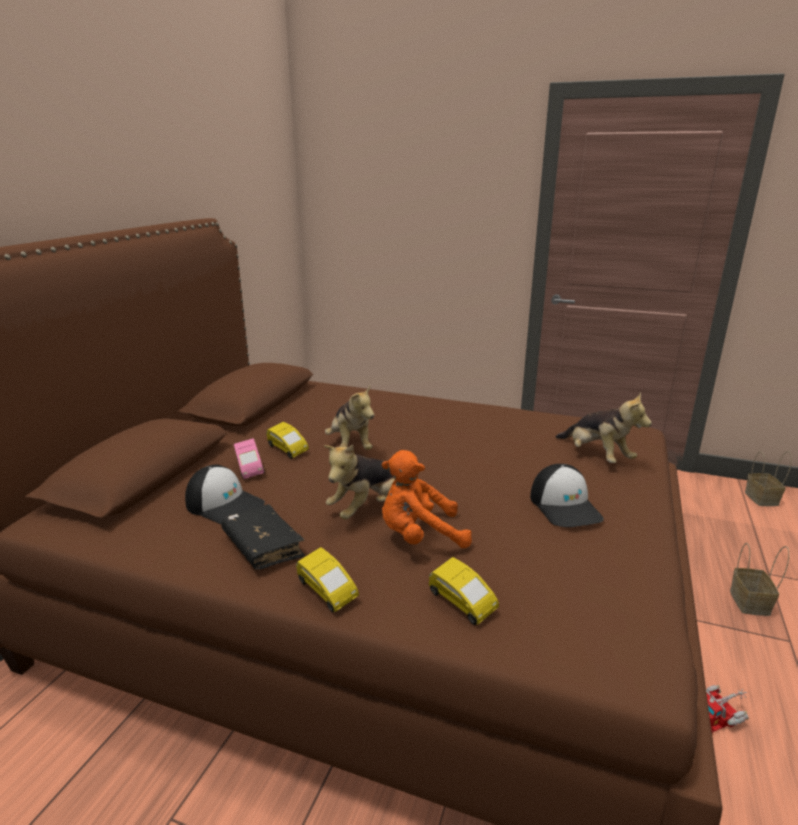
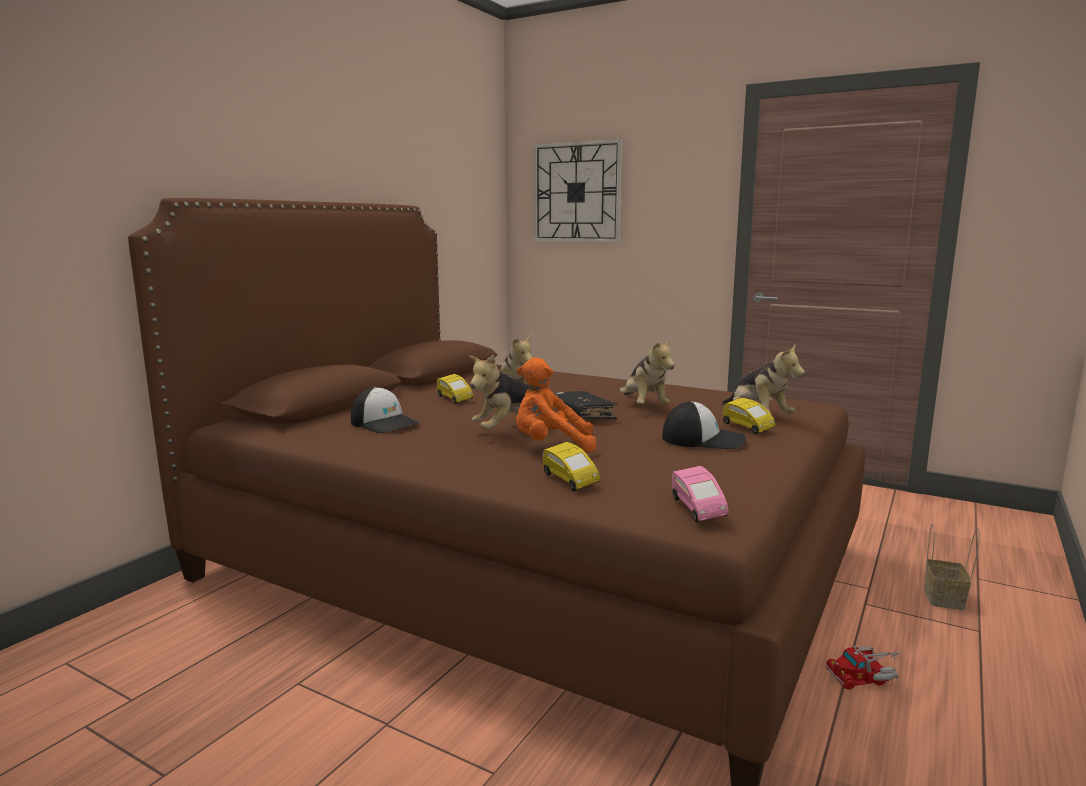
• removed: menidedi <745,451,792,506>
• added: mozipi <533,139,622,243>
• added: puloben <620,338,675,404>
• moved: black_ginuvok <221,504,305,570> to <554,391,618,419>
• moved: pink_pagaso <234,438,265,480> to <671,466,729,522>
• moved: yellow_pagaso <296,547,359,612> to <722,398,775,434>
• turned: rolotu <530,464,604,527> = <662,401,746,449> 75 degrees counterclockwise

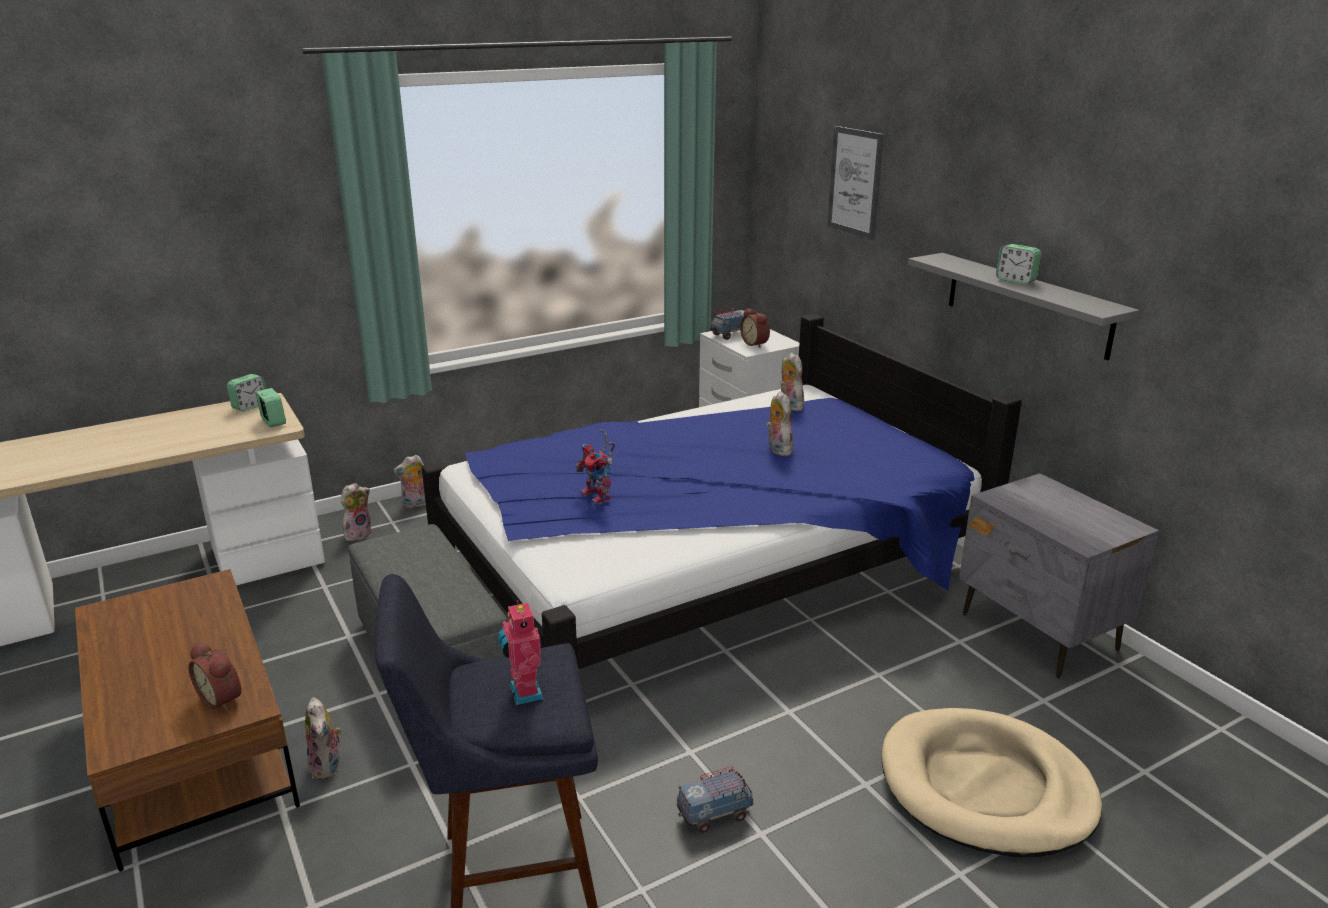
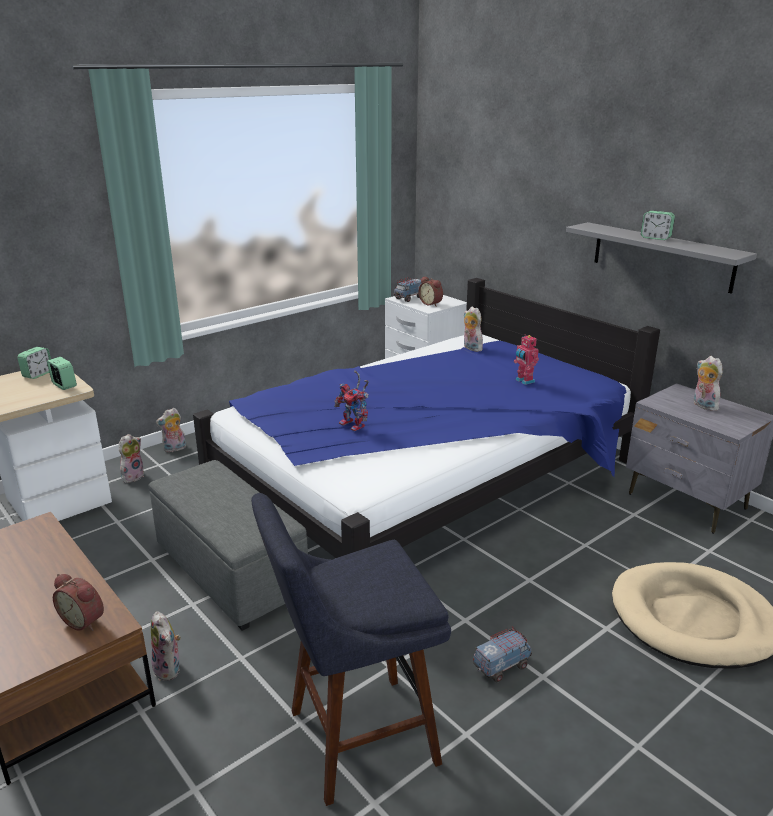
• removed: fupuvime <827,126,884,240>
• moved: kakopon <498,600,544,705> to <514,334,539,385>
• moved: puloben <766,391,794,456> to <694,356,722,411>

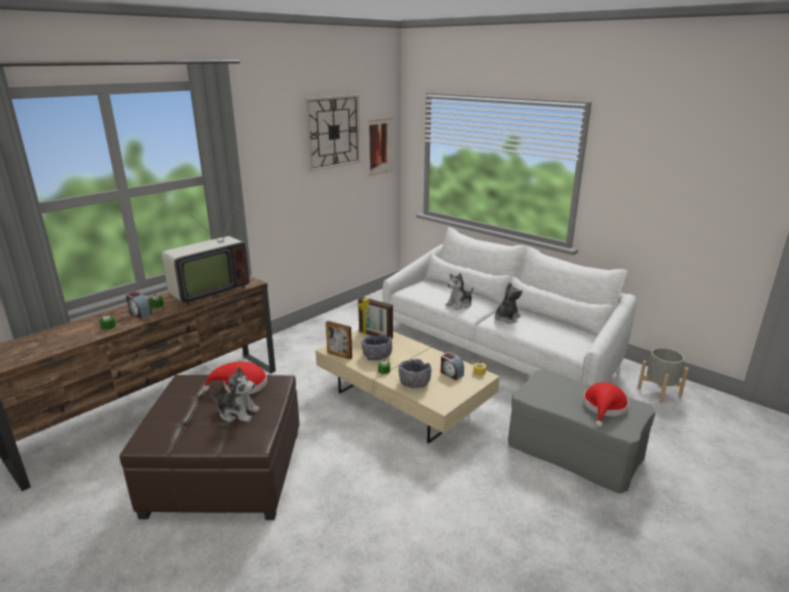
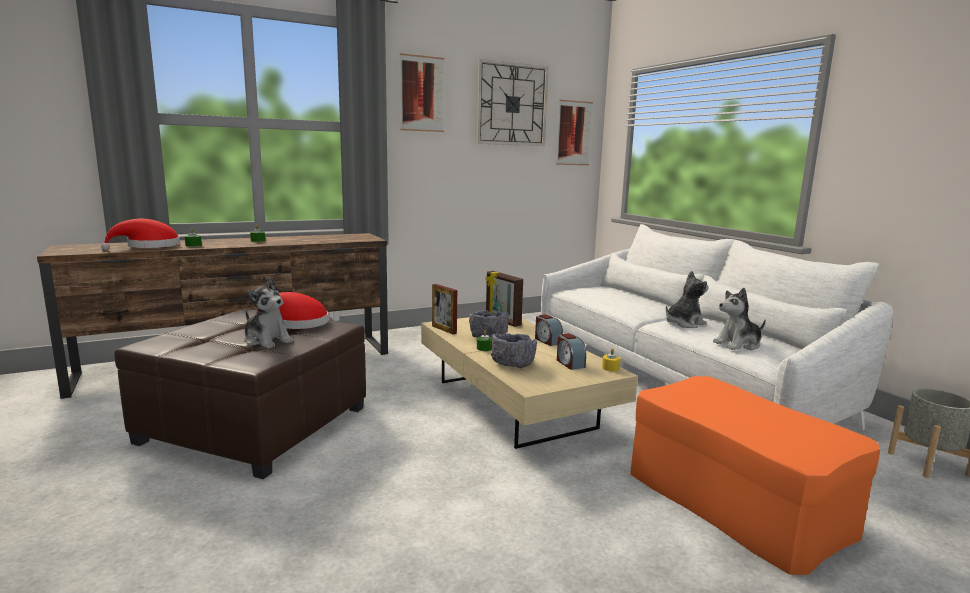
• removed: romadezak <162,203,249,306>
• added: fupuvime <400,53,445,132>
• moved: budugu <126,292,152,319> to <535,314,563,346>
• moved: puloben <445,273,473,311> to <713,288,766,350>
• moved: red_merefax <583,382,629,427> to <101,219,180,250>
• recoloured: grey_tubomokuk <508,369,655,494> to orange_tubomokuk <630,376,880,575>

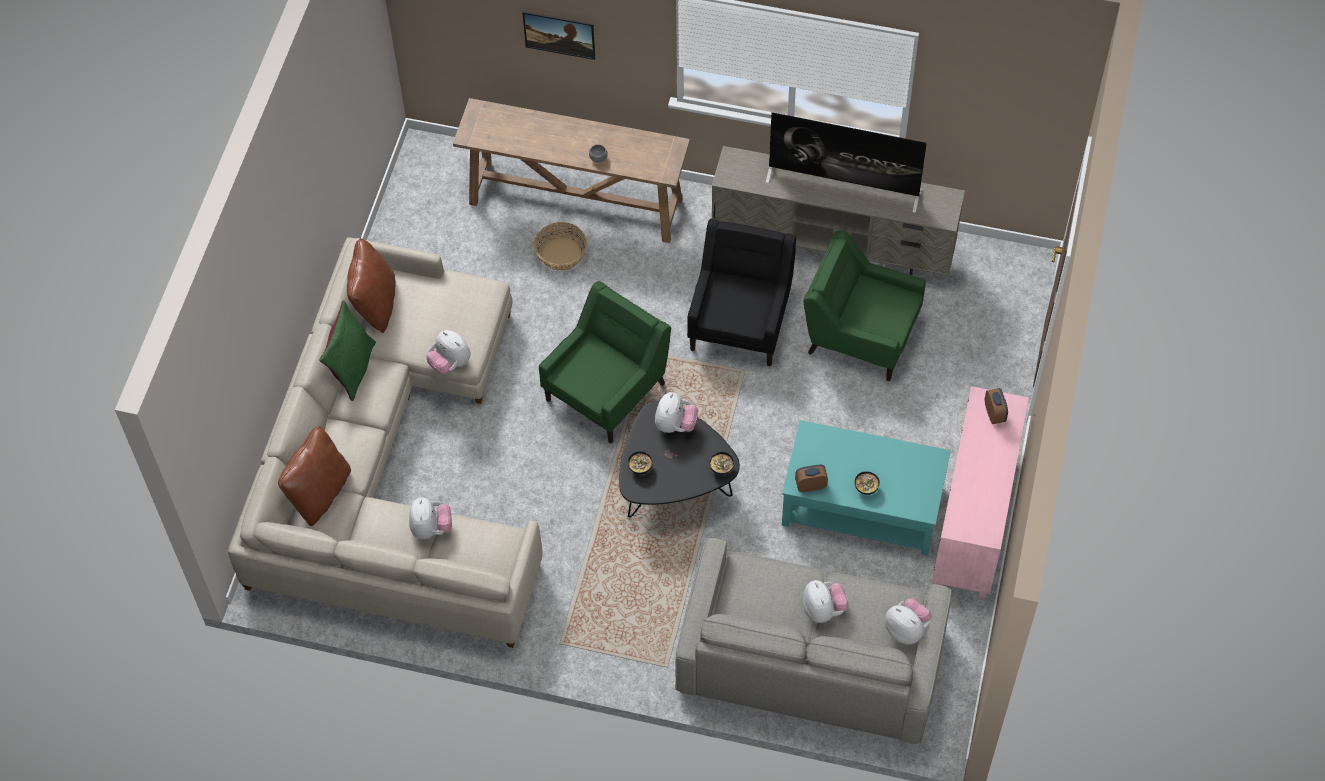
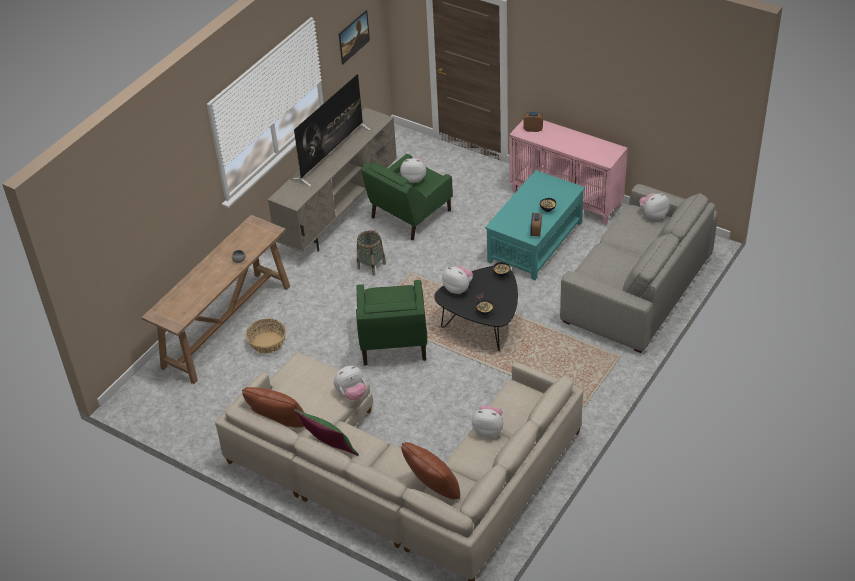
• moved: fupuvime <522,11,595,60> to <339,10,370,64>
• moved: puloben <803,580,849,623> to <400,158,426,183>
• replaced: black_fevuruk <687,219,796,366> to menidedi <357,230,386,276>
• turned: green_fevuruk <539,281,671,443> = <356,280,427,366> 150 degrees counterclockwise

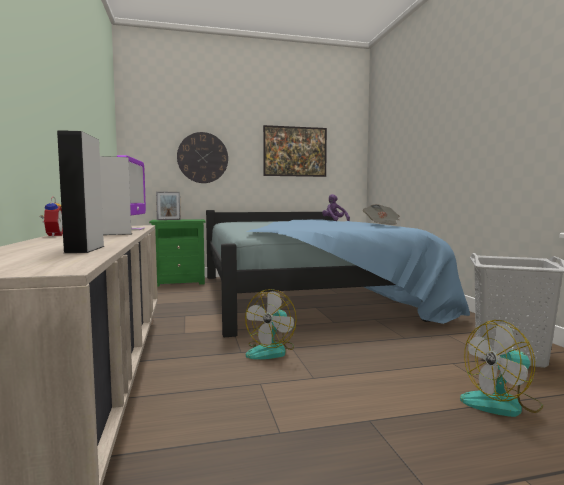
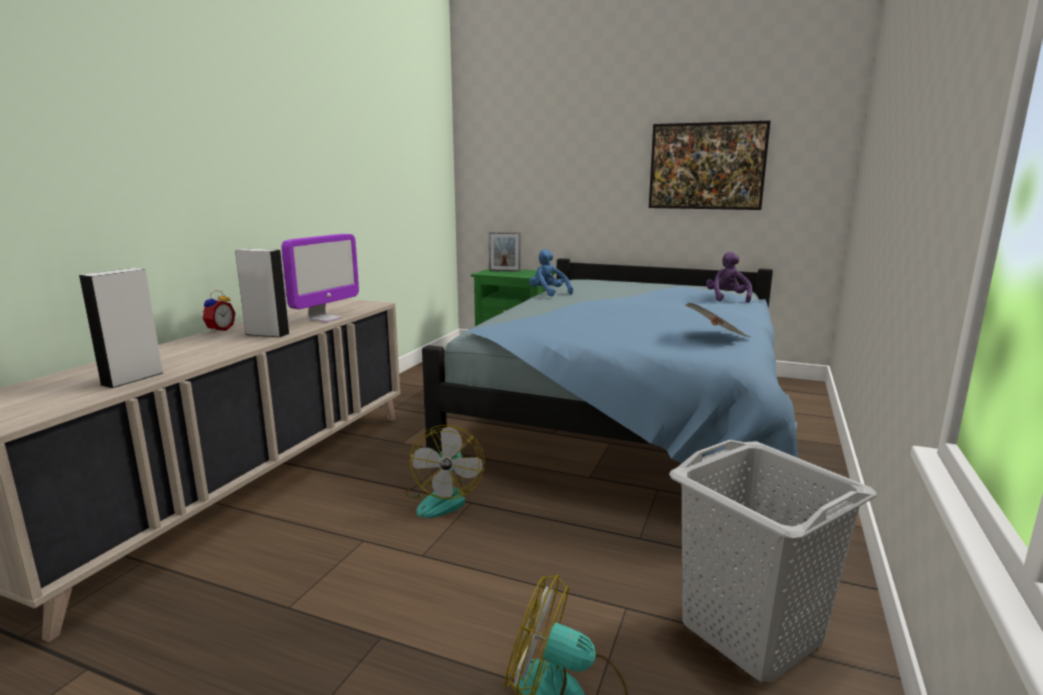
• removed: mozipi <177,132,228,183>
• added: blue_puloben <529,249,573,296>
• turned: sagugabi <245,289,297,359> = <405,425,485,518> 60 degrees counterclockwise

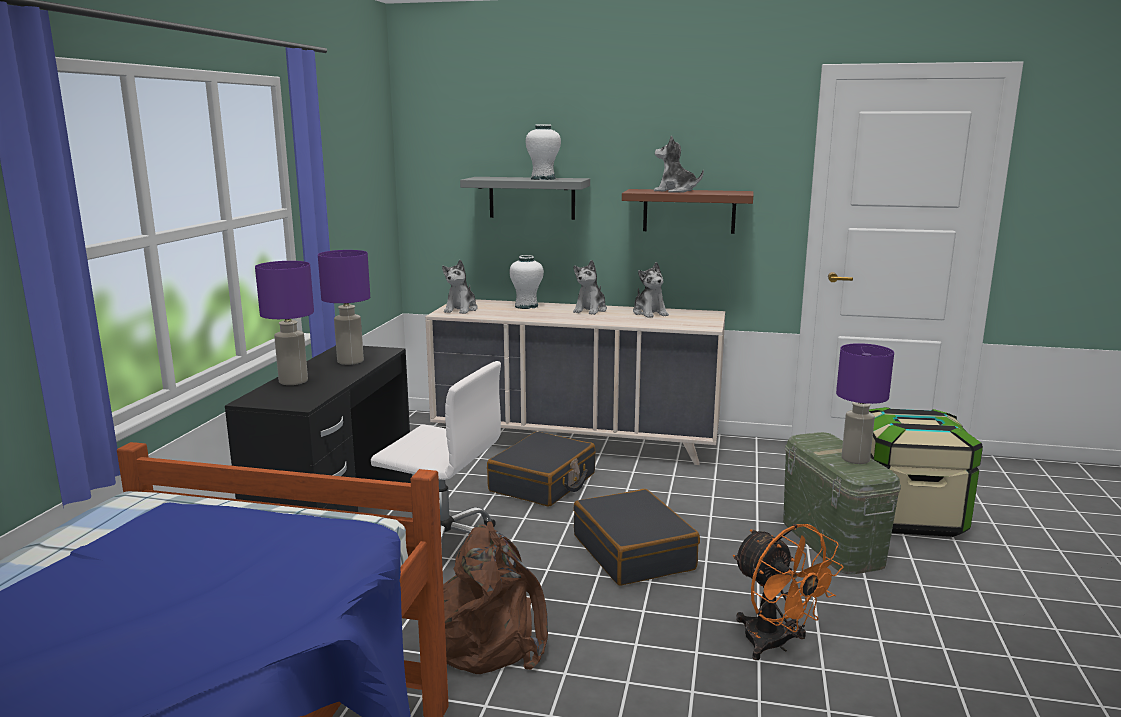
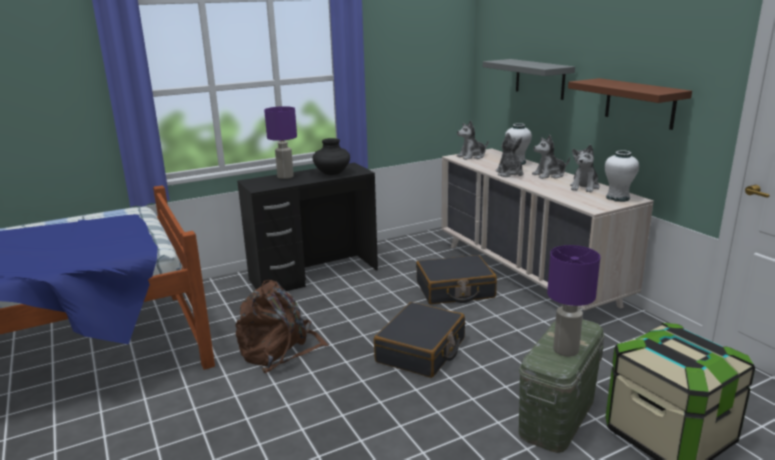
• removed: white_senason <371,361,510,559>
• removed: orange_sagugabi <733,524,844,660>
• moved: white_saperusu <526,124,561,180> to <604,150,639,202>
• moved: puloben <654,135,704,193> to <496,133,523,177>
• replaced: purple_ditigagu <318,250,370,365> to black_saperusu <313,138,350,175>

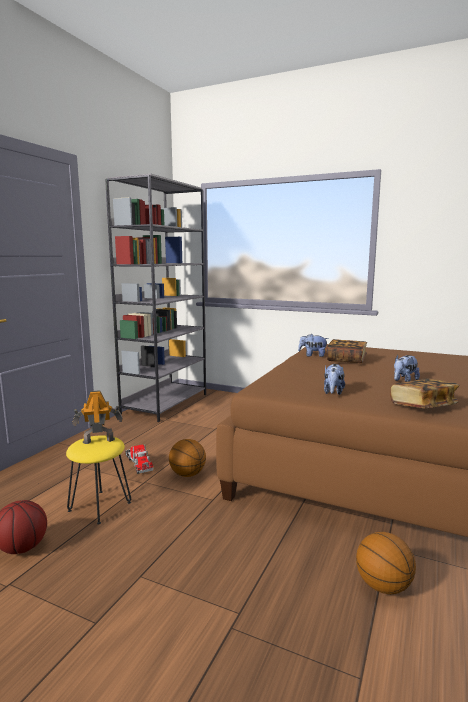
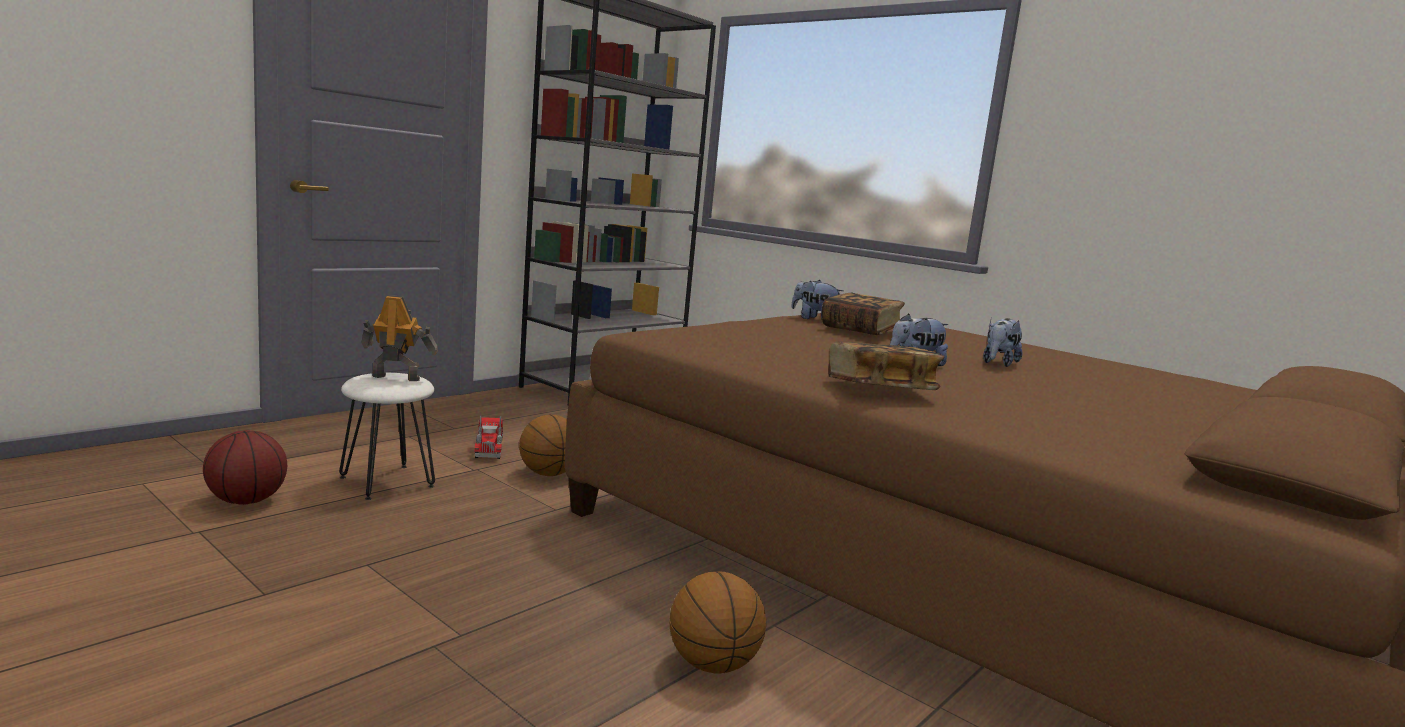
• moved: puloben <324,364,345,395> to <983,316,1022,367>
• recoloured: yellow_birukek <66,435,131,524> to white_birukek <339,373,435,500>

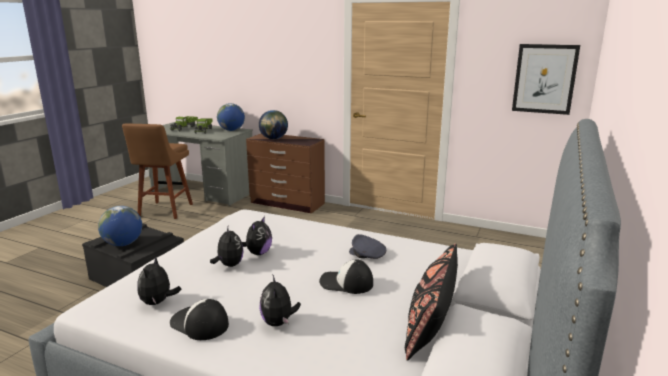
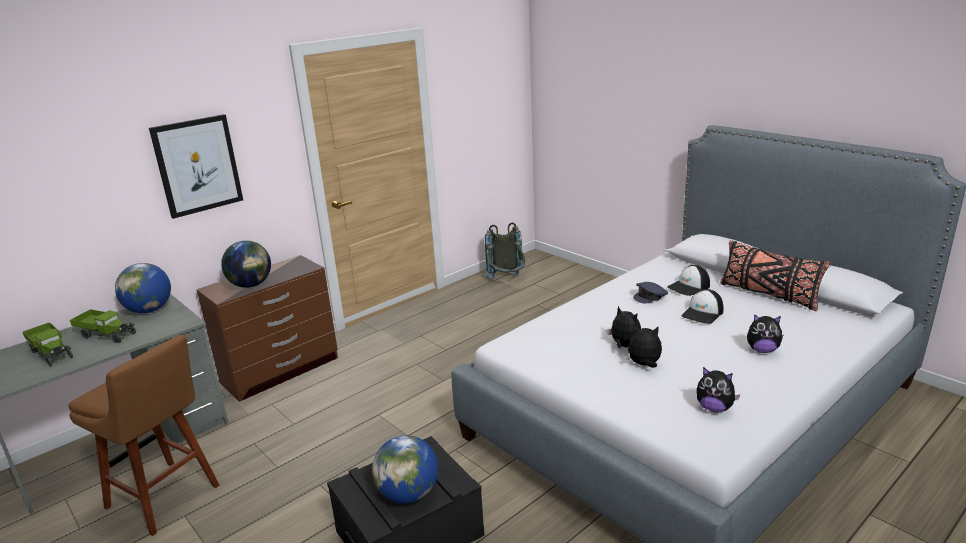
• added: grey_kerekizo <485,223,525,279>
• moved: rolotu <170,299,229,340> to <667,265,710,296>
• moved: fupuvime <512,44,580,115> to <149,114,243,219>

